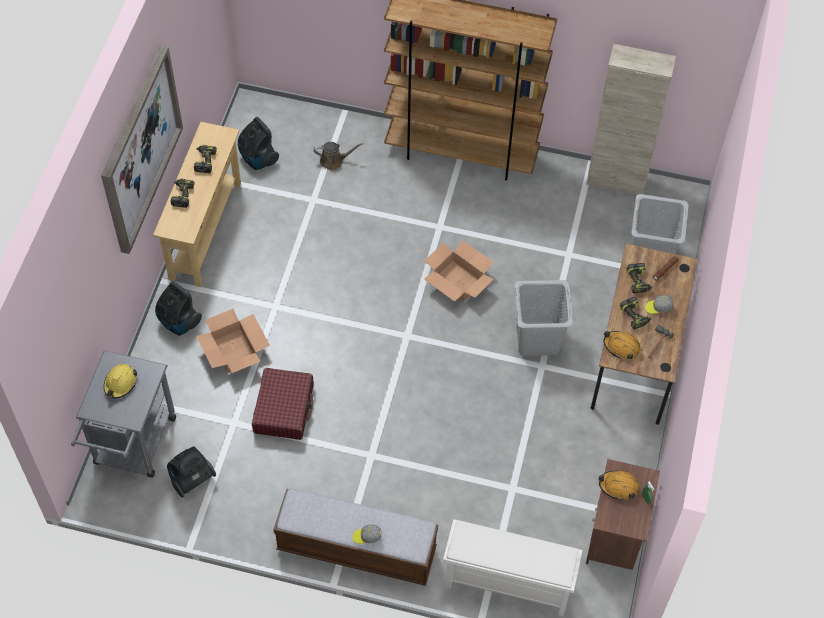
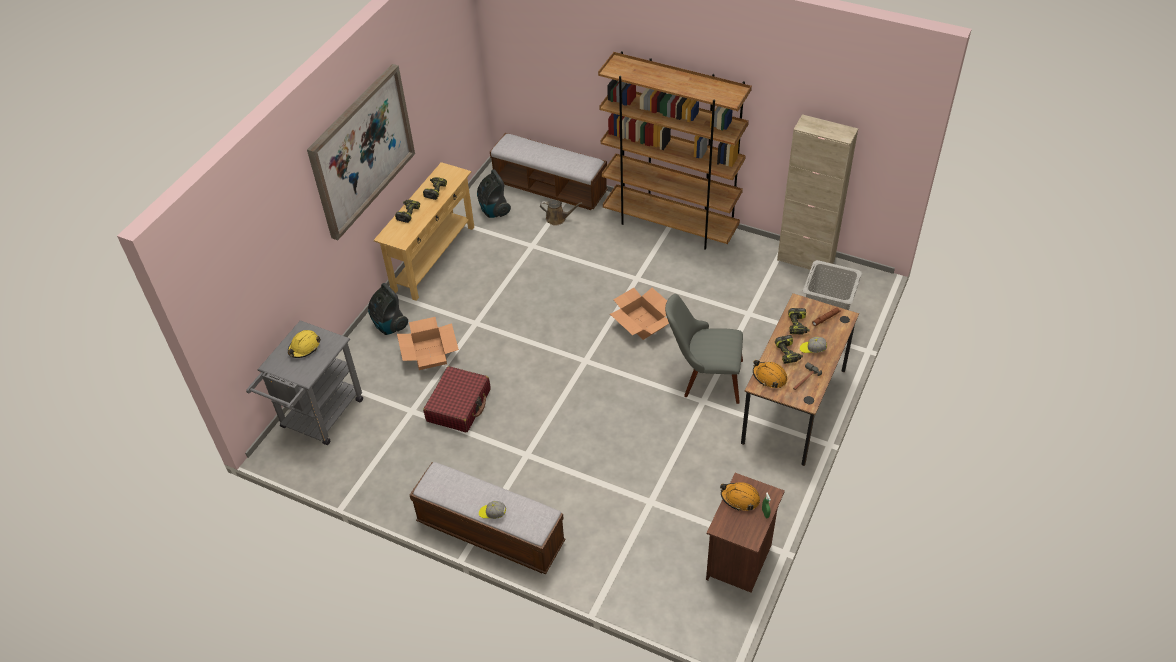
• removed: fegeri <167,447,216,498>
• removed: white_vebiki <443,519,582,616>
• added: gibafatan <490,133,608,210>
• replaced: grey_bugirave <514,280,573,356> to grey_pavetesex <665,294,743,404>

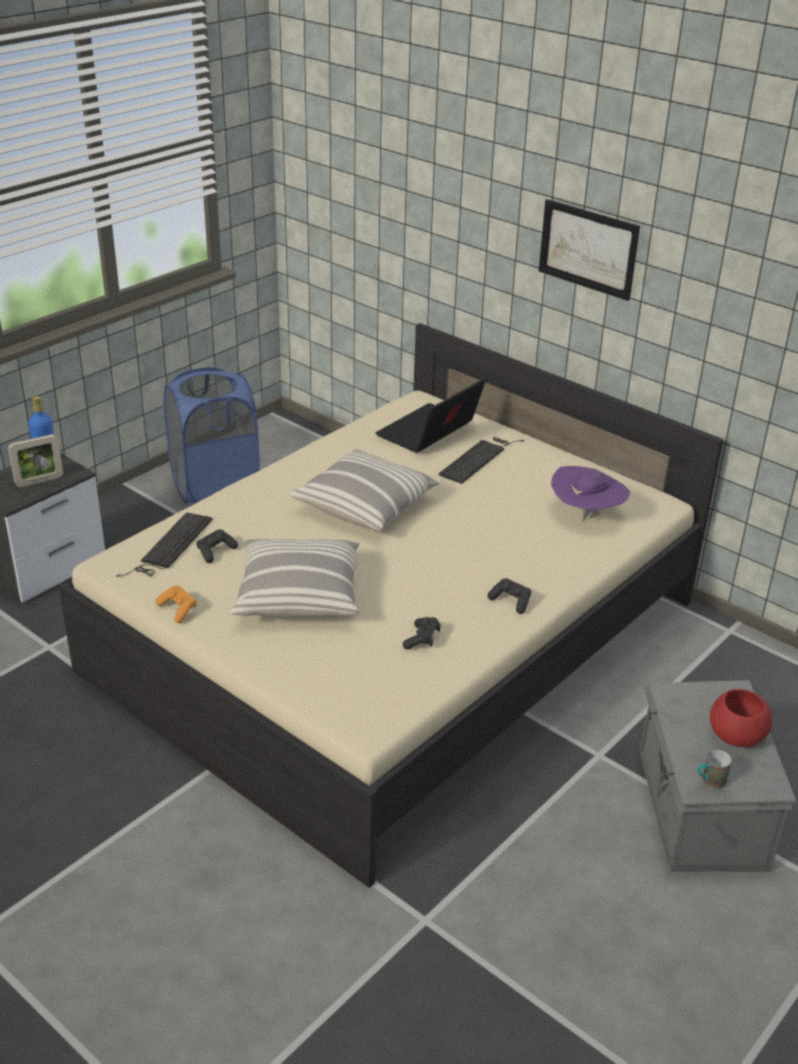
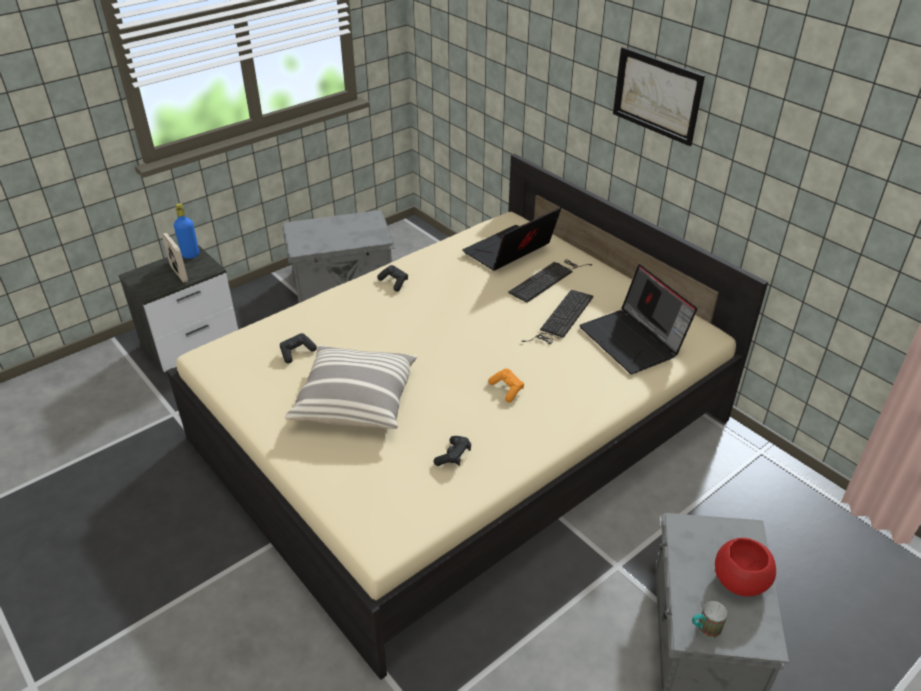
• removed: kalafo <289,449,441,531>
• moved: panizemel <116,512,212,577> to <522,290,593,344>
• moved: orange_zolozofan <156,585,197,623> to <488,368,524,402>
• moved: black_zolozofan <487,578,531,614> to <377,265,408,291>
• replaced: blue_bugirave <164,367,260,504> to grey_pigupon <282,210,395,303>
• replaced: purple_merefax <551,466,631,521> to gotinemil <579,264,697,374>
• turned: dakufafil <8,434,63,487> = <162,233,188,283> 105 degrees counterclockwise

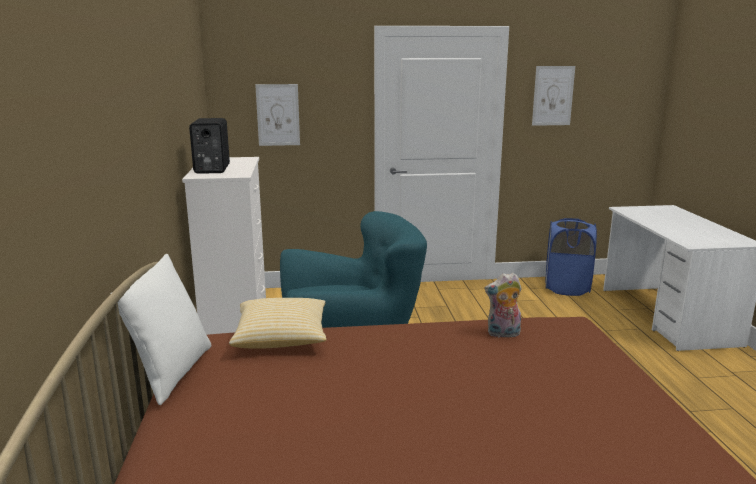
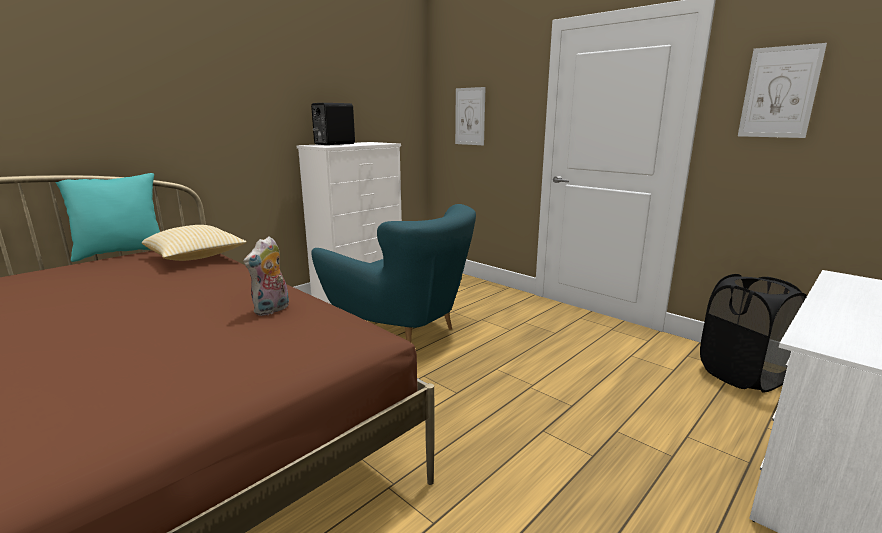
• recoloured: white_kalafo <117,254,211,405> to turquoise_kalafo <56,173,160,262>
• recoloured: blue_bugirave <546,218,597,296> to black_bugirave <700,274,807,393>
• turned: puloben <485,272,522,338> = <244,236,289,316> 105 degrees counterclockwise

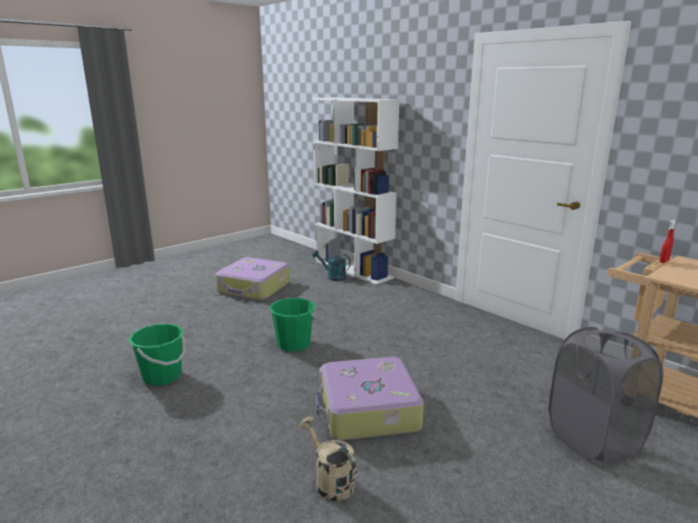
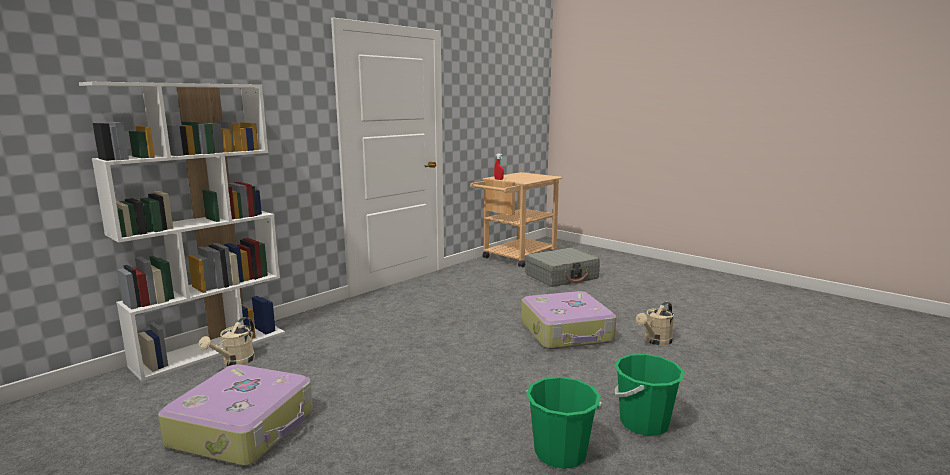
• moved: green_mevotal <269,298,317,352> to <615,354,685,436>
• replaced: grey_bugirave <549,327,663,465> to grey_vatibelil <525,248,600,287>
• recoloured: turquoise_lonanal <312,250,351,281> to beige_lonanal <199,317,255,366>

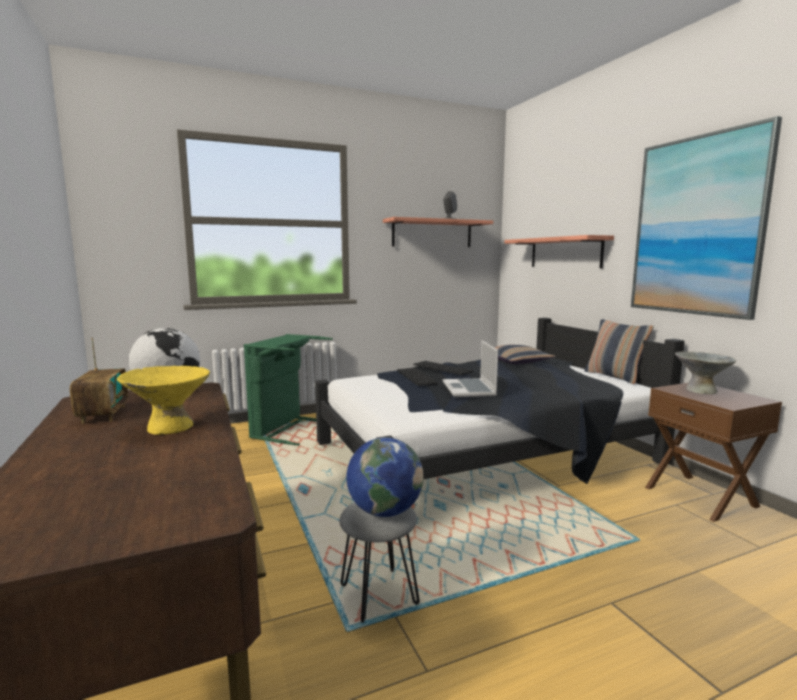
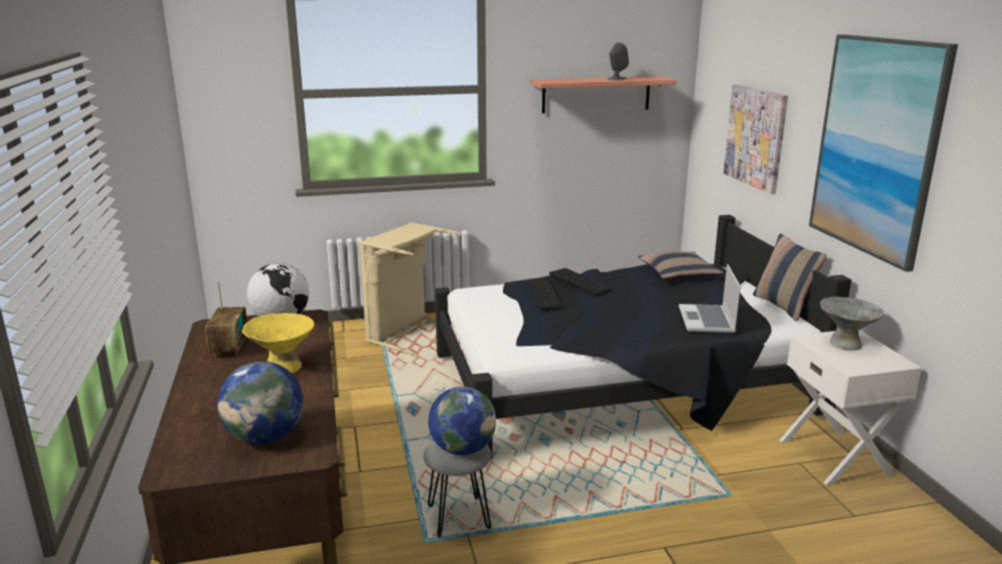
• added: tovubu <217,361,303,444>
• moved: gotinemil <443,340,498,397> to <679,264,741,333>
• replaced: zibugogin <505,235,614,268> to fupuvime <723,84,788,194>
• recoloured: green_bugirave <244,334,333,446> to beige_bugirave <359,222,461,356>
• recoloured: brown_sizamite <645,383,782,522> to white_sizamite <779,330,922,485>

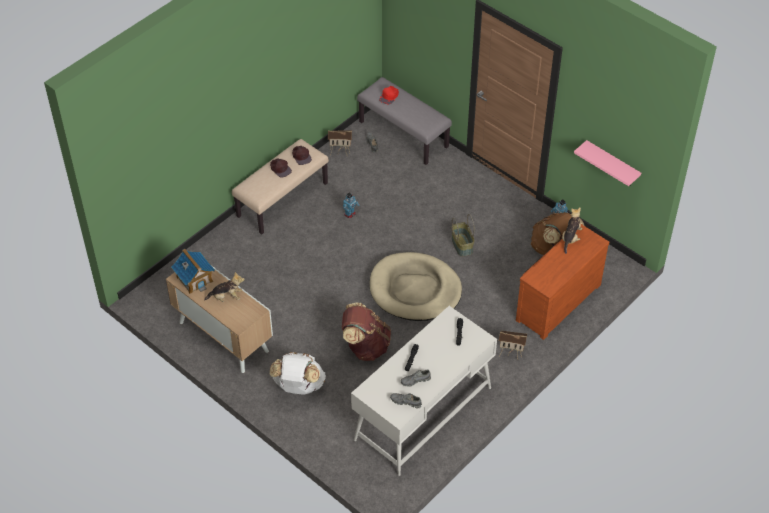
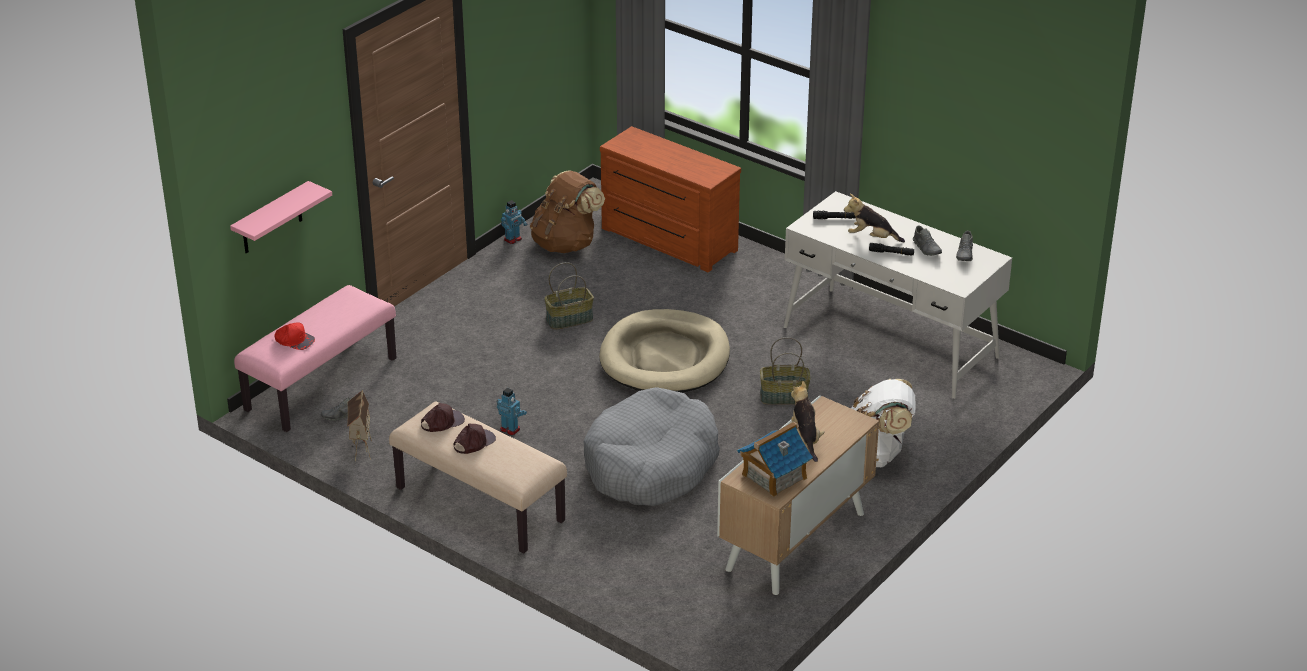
• removed: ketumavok <499,331,527,359>
• added: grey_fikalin <584,387,720,506>
• moved: puloben <562,207,582,254> to <844,194,905,242>
• moved: pink_zibugogin <574,140,641,186> to <230,181,332,254>
• replaced: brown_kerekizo <342,303,391,361> to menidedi <760,337,811,405>
• recoloured: grey_gibafatan <357,77,452,165> to pink_gibafatan <234,285,396,432>

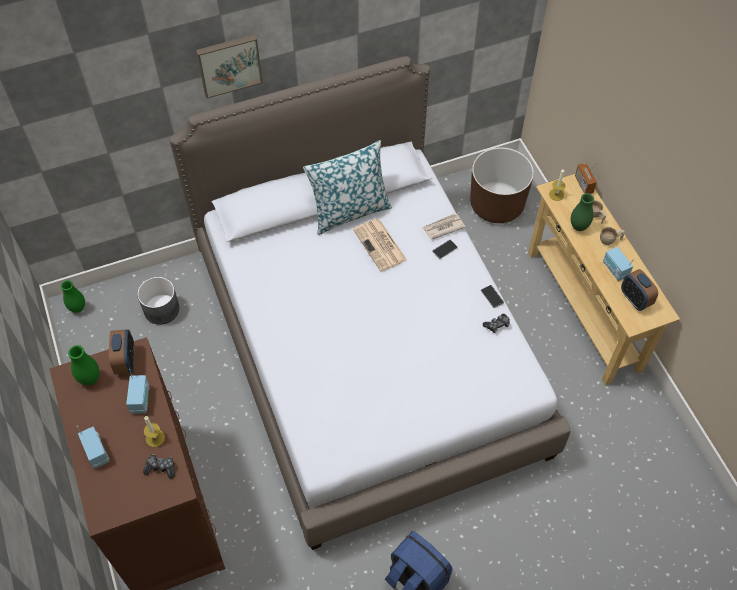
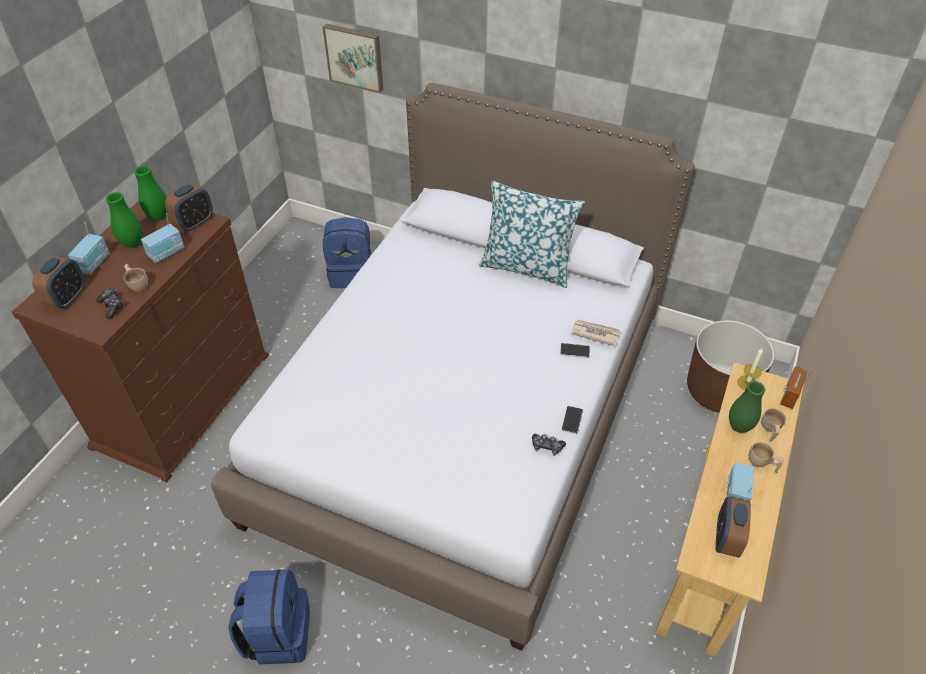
• removed: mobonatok <353,219,407,272>
• added: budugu <32,256,85,308>
• moved: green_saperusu <61,280,85,313> to <106,192,142,248>
• moved: fupuvime <196,34,263,98> to <323,24,383,93>
• replaced: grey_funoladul <137,277,180,325> to blue_kerekizo <323,217,372,288>
• replaced: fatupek <143,416,165,447> to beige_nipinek <124,264,148,292>

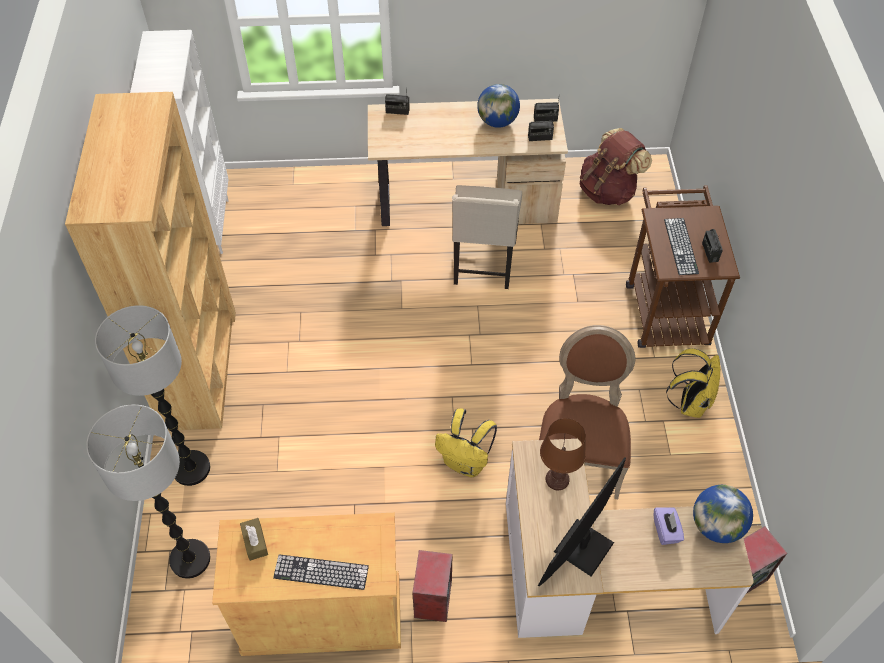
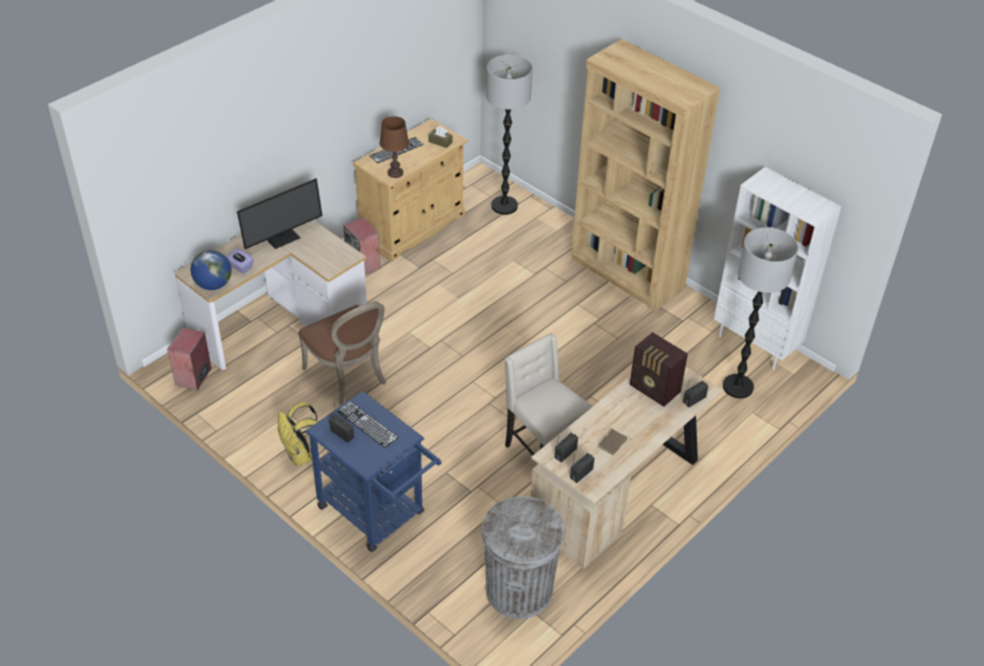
• removed: yellow_kerekizo <435,408,497,477>
• added: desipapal <630,332,688,407>
• moved: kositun <95,305,210,486> to <723,227,798,399>
• moved: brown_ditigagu <540,418,586,490> to <380,116,409,178>
• replaced: tovubu <477,84,520,128> to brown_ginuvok <598,429,630,455>
• replaced: brown_kerekizo <580,128,652,205> to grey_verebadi <481,496,565,619>
• recoloured: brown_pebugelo <626,185,740,348> to blue_pebugelo <305,391,442,552>
• turned: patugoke <538,457,626,586> = <237,178,322,249> 60 degrees clockwise

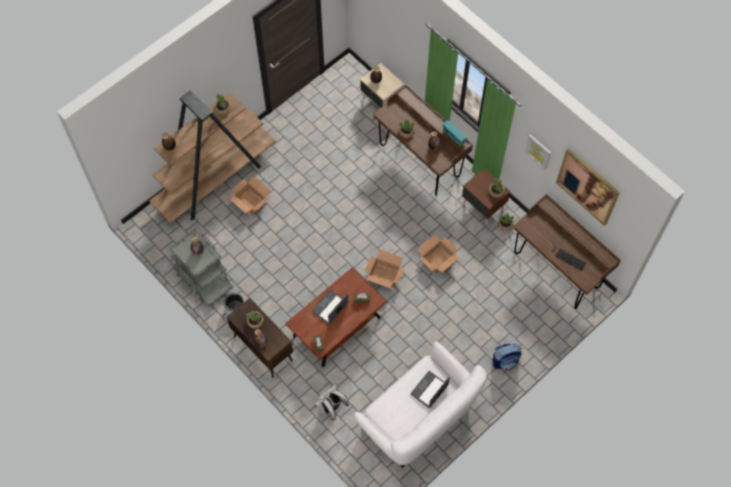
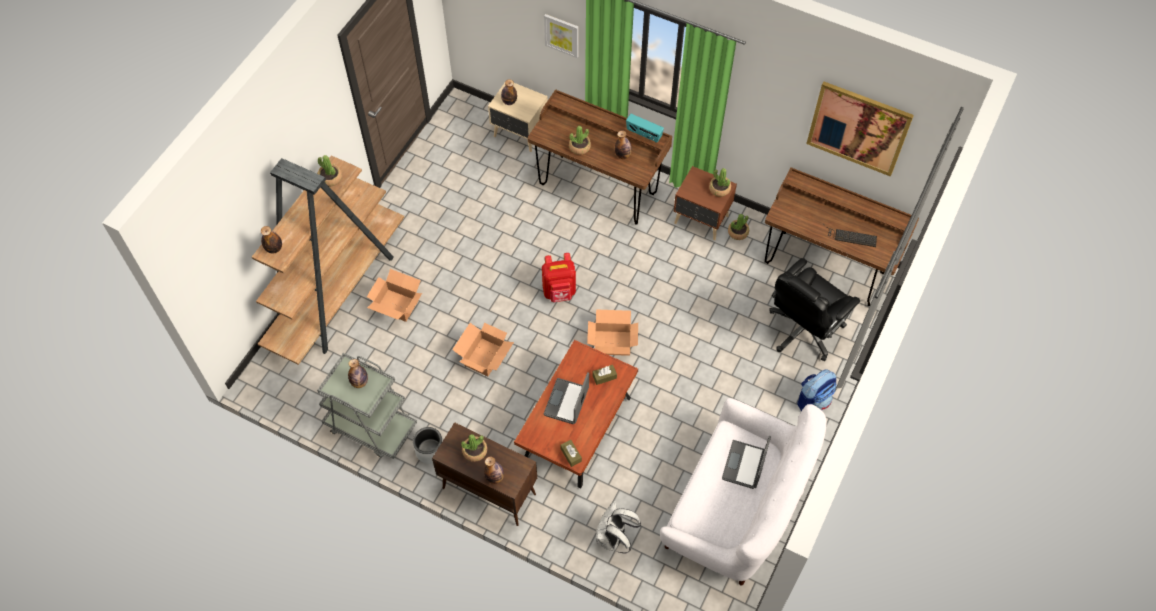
• added: red_kerekizo <542,253,576,302>
• added: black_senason <769,258,860,361>
• moved: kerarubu <417,234,460,274> to <452,323,514,376>
• moved: fupuvime <525,134,551,170> to <544,14,579,58>

